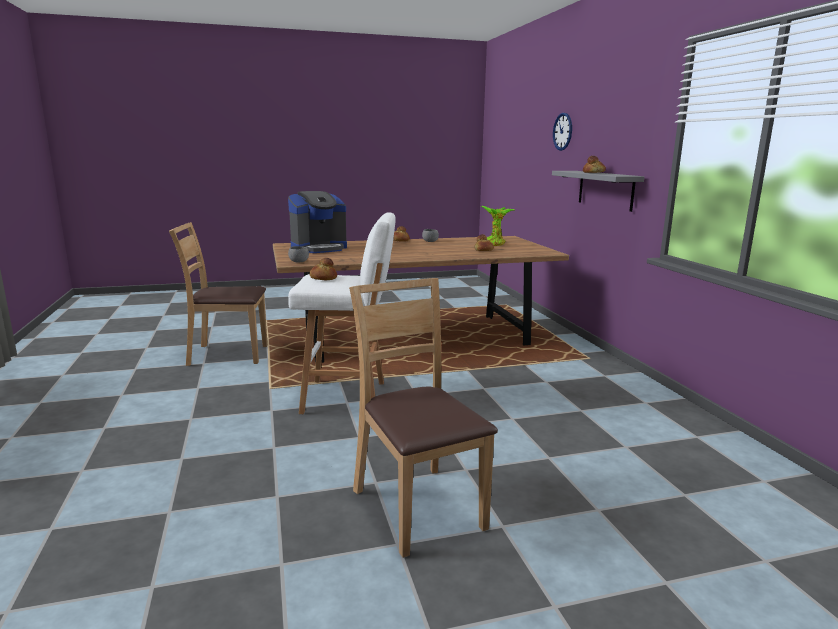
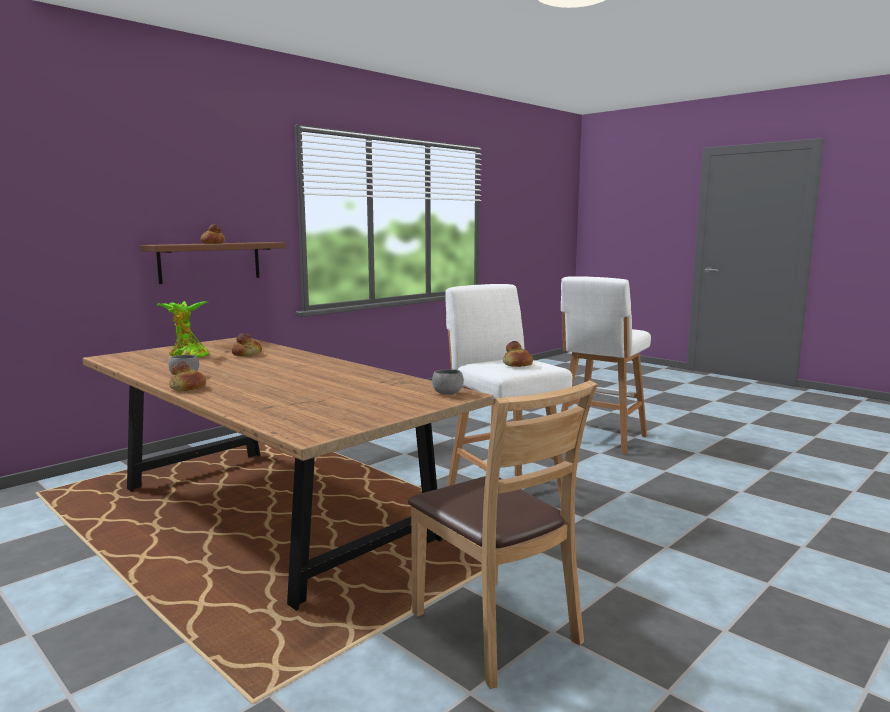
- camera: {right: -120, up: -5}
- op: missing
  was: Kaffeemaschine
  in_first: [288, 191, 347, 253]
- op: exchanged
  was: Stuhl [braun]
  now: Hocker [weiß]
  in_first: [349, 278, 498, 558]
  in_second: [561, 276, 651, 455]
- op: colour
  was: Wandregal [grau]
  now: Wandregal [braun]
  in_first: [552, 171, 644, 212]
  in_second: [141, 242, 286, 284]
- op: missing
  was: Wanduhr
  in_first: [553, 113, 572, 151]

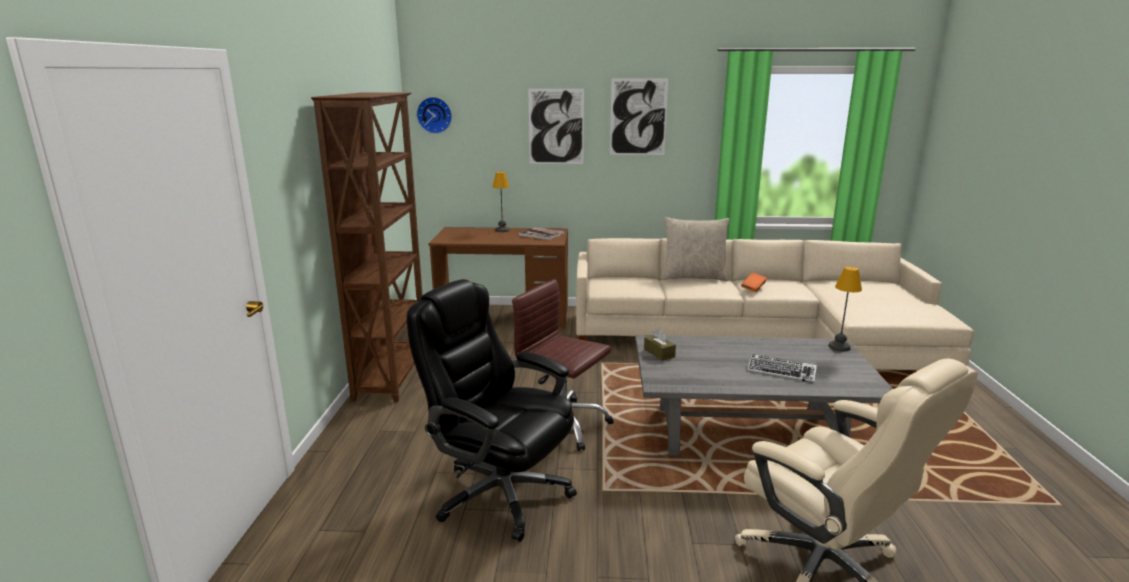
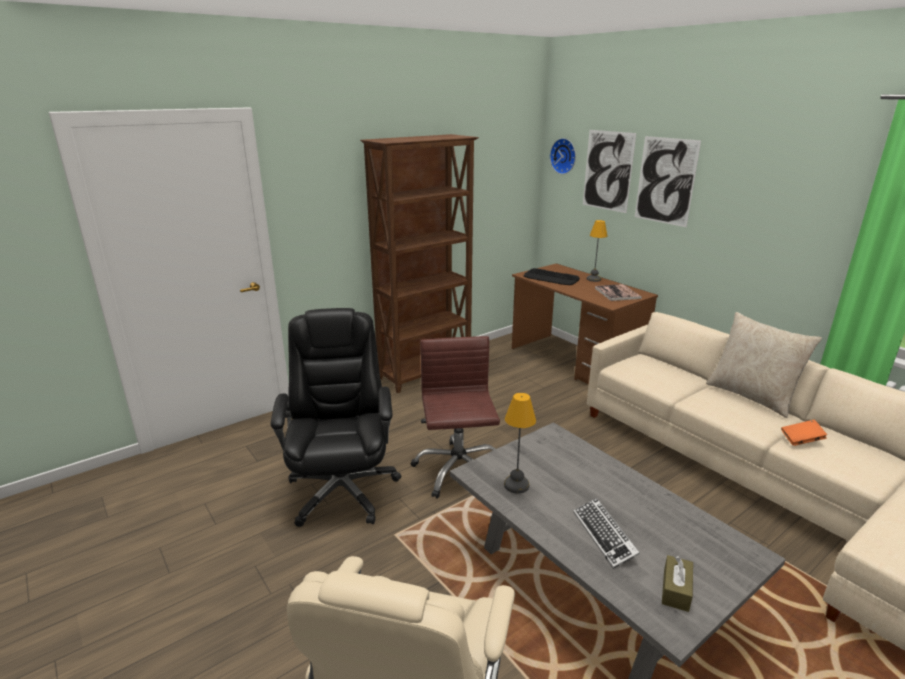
- camera: {right: 50, up: 5}
- op: relocated
  was: Bild
  in_first: [610, 79, 668, 155]
  in_second: [583, 130, 636, 213]
- op: relocated
  was: Taschentuchbox [braun]
  in_first: [644, 329, 676, 361]
  in_second: [662, 555, 693, 612]
- op: relocated
  was: Tischlampe
  in_first: [828, 267, 862, 352]
  in_second: [504, 393, 536, 494]
- op: appeared
  now: Tastatur
  in_second: [524, 268, 580, 285]

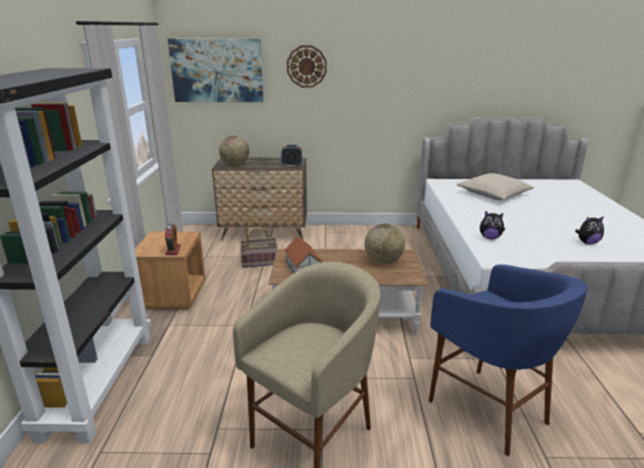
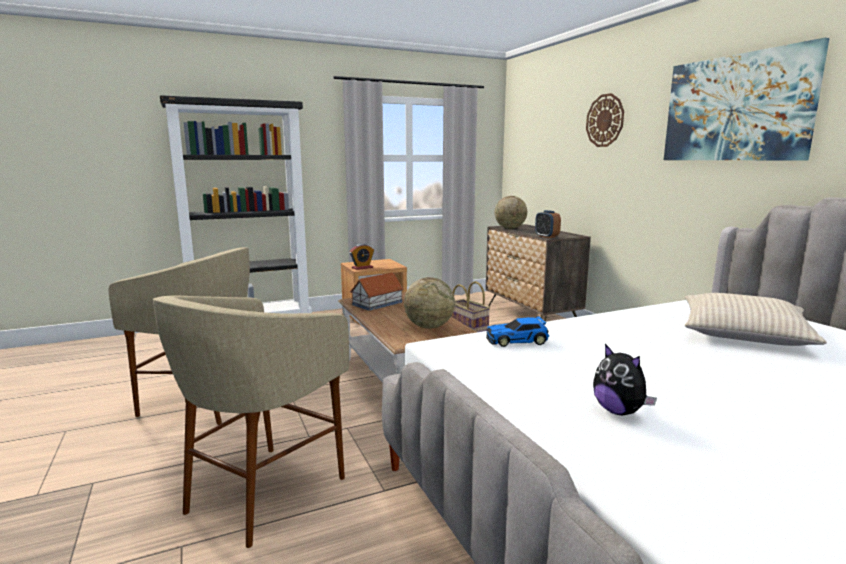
- camera: {right: 65, up: -10}
- op: relocated
  was: Bild
  in_first: [168, 39, 264, 102]
  in_second: [664, 38, 829, 161]
- op: colour
  was: Hocker [blau]
  now: Hocker [beige]
  in_first: [429, 264, 588, 456]
  in_second: [153, 295, 349, 548]
- op: exchanged
  was: Plüschtier
  now: Spielzeugauto
  in_first: [480, 211, 505, 239]
  in_second: [486, 316, 549, 347]

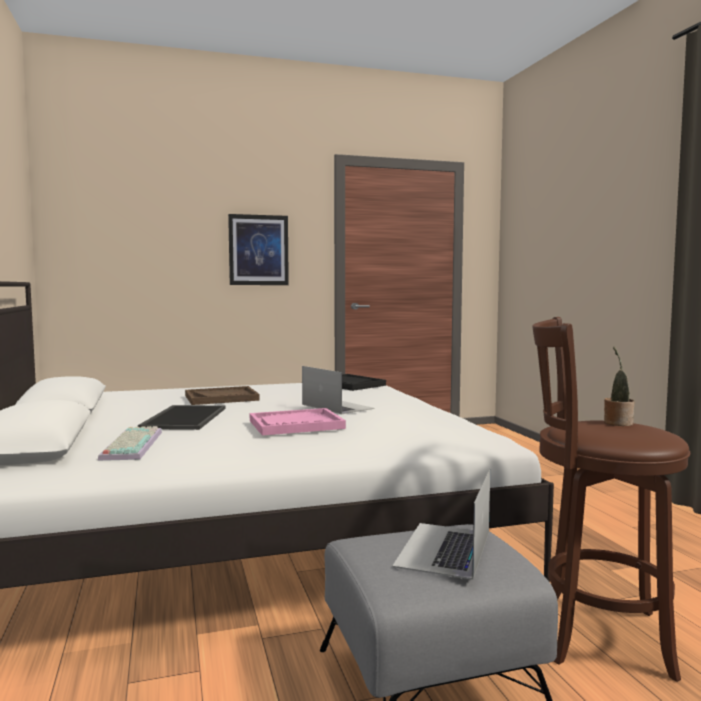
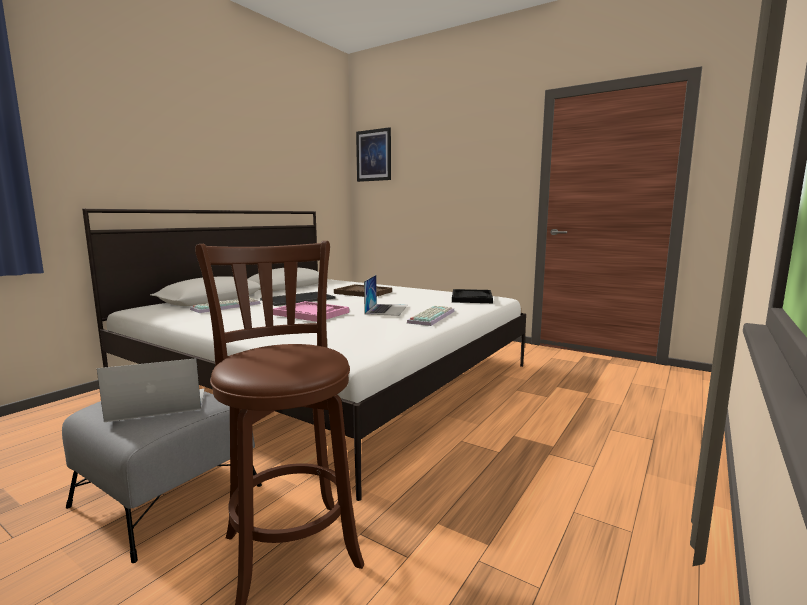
- camera: {right: 50, up: 5}
- op: relocated
  was: Bild
  in_first: [228, 214, 289, 285]
  in_second: [356, 127, 391, 182]
- op: missing
  was: Topfpflanze
  in_first: [604, 346, 634, 426]
- op: appeared
  now: Tastatur
  in_second: [407, 306, 455, 326]

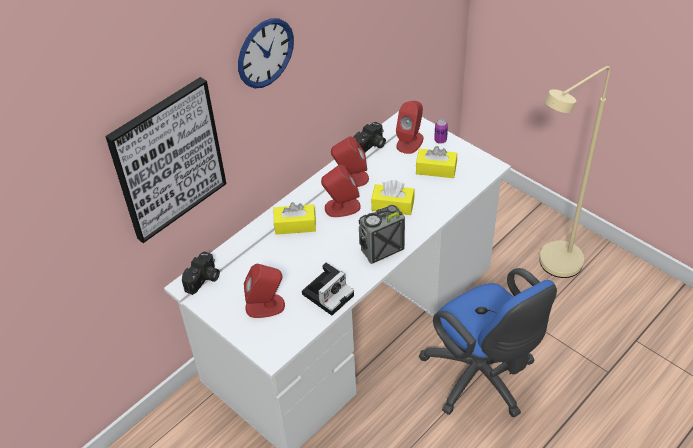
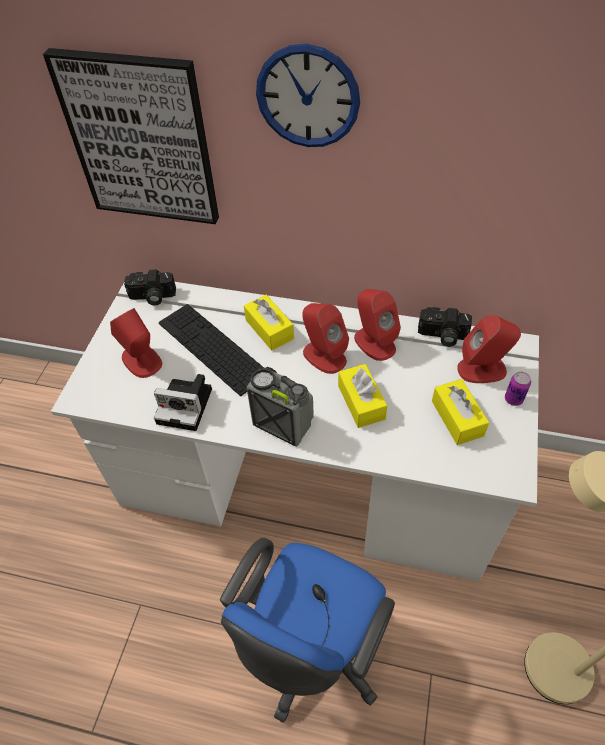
- camera: {right: 60, up: 5}
- op: appeared
  now: Tastatur
  in_second: [159, 304, 263, 396]

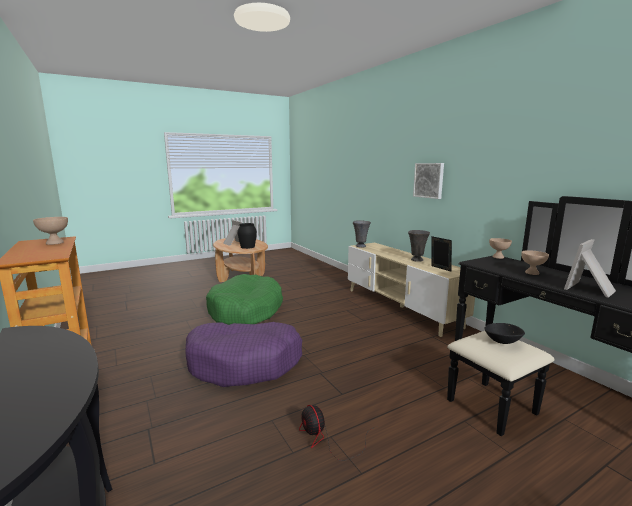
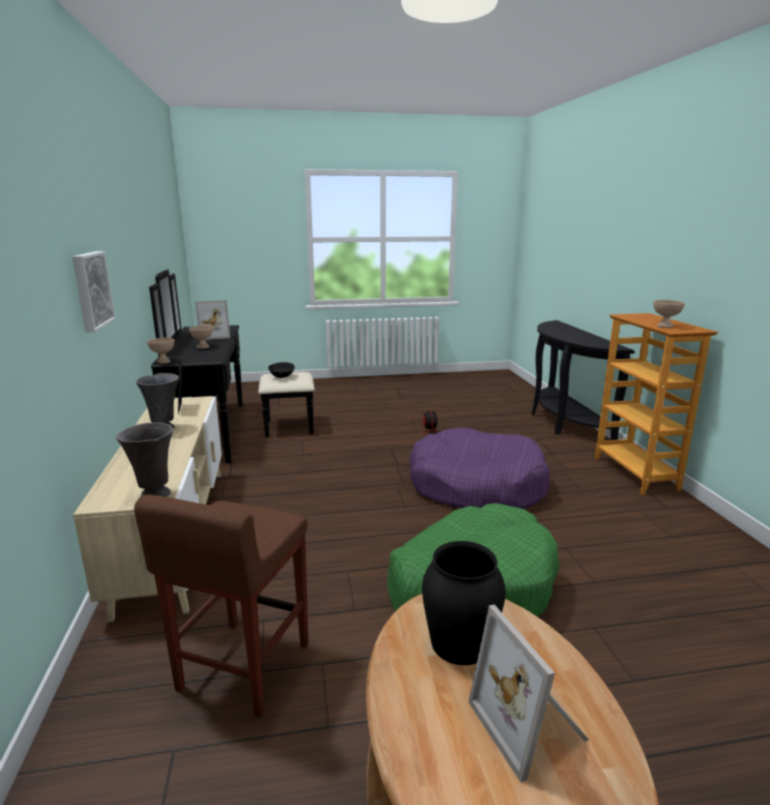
- camera: {right: -160, up: 5}
- op: appeared
  now: Hocker [braun]
  in_second: [134, 495, 309, 718]

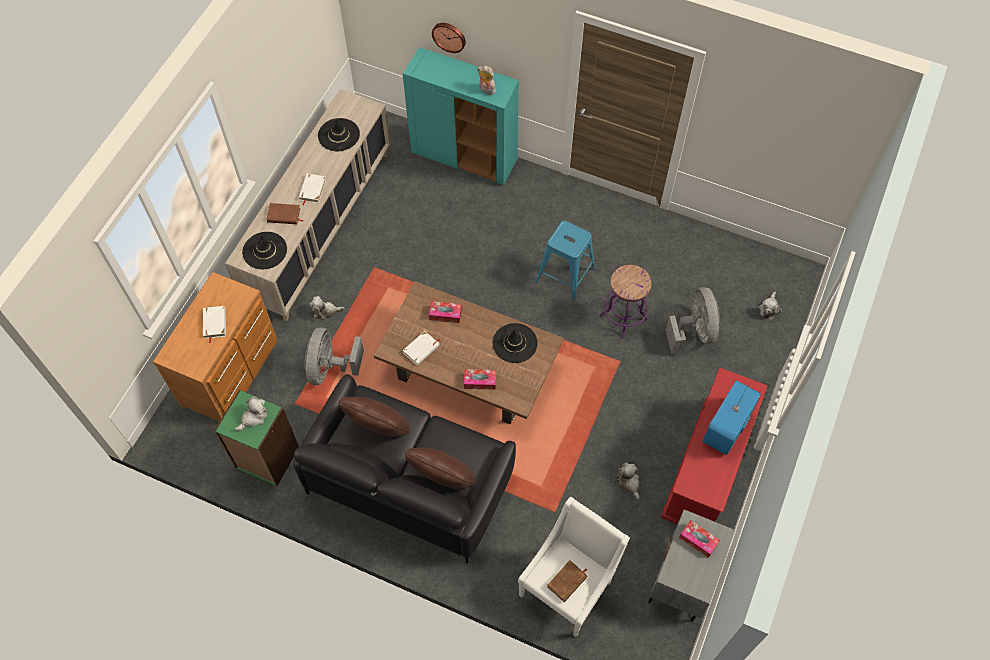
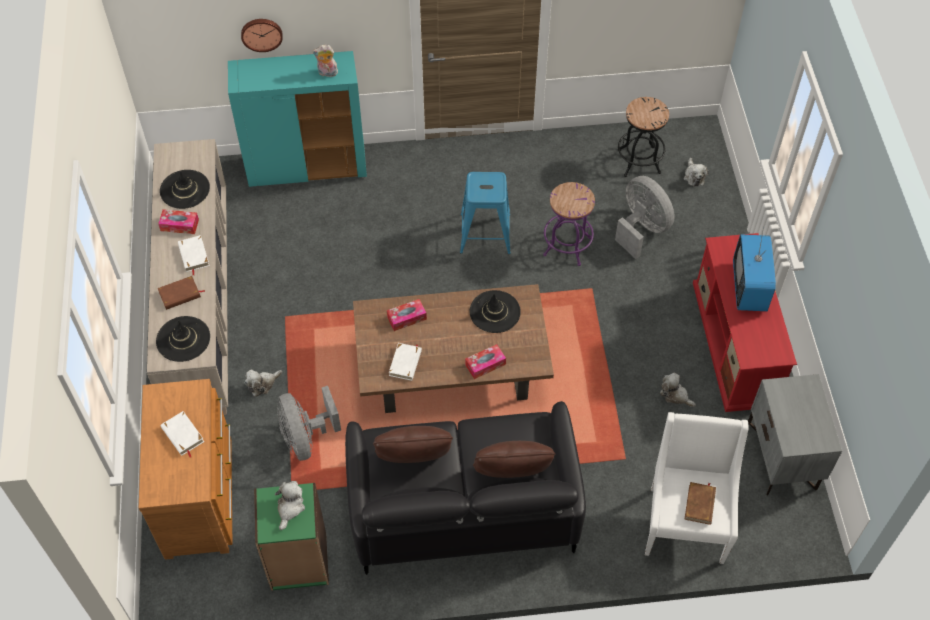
- camera: {right: -30, up: -5}
- op: relocated
  was: Taschentuchbox
  in_first: [679, 520, 720, 558]
  in_second: [158, 209, 199, 234]
- op: appeared
  now: Hocker [schwarz]
  in_second: [618, 97, 669, 177]

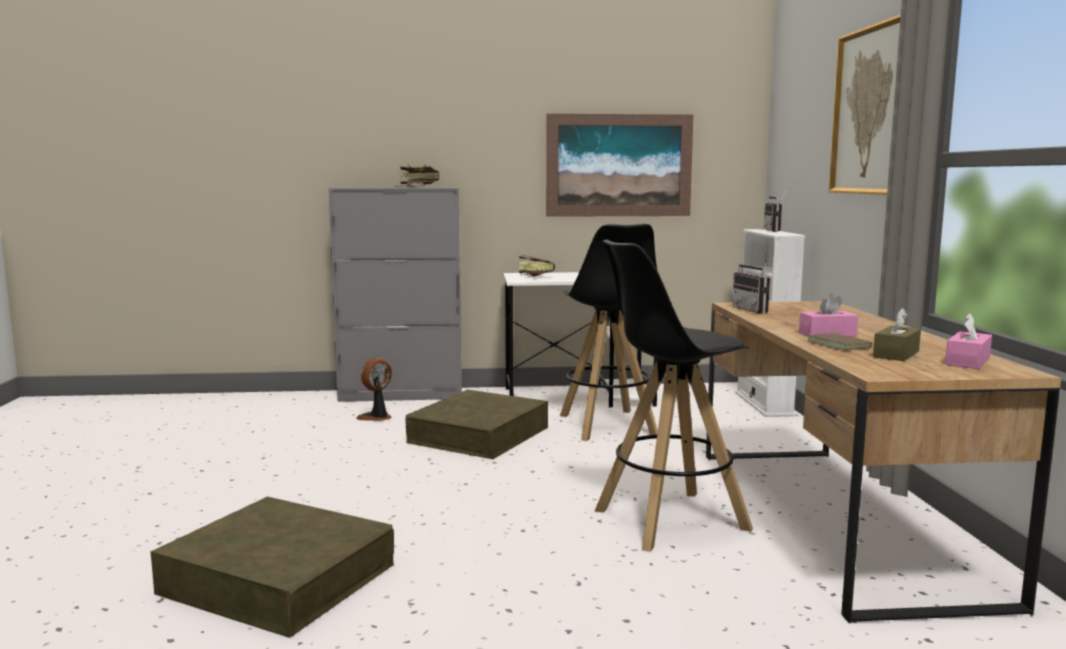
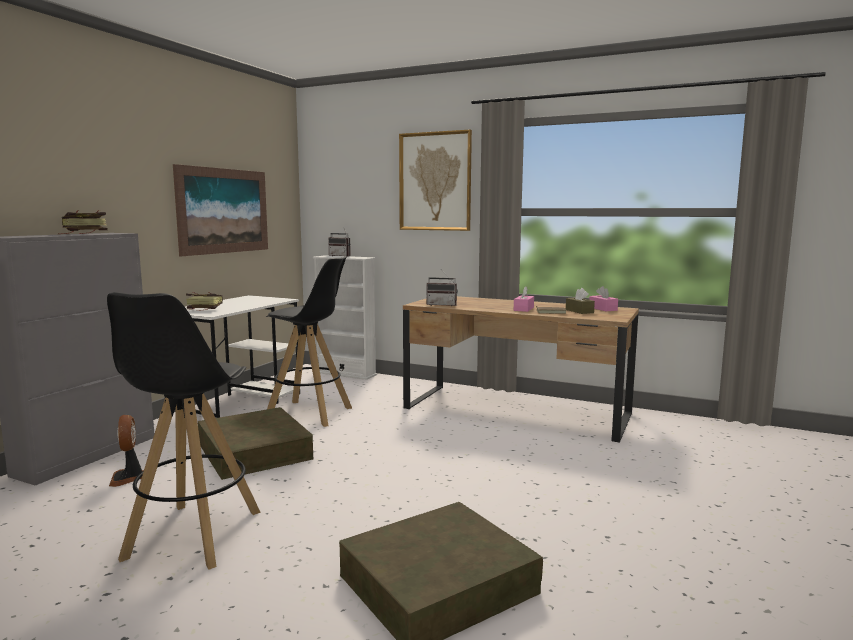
- camera: {right: -60, up: 0}
- op: relocated
  was: Hocker [schwarz]
  in_first: [595, 239, 753, 552]
  in_second: [107, 292, 261, 570]

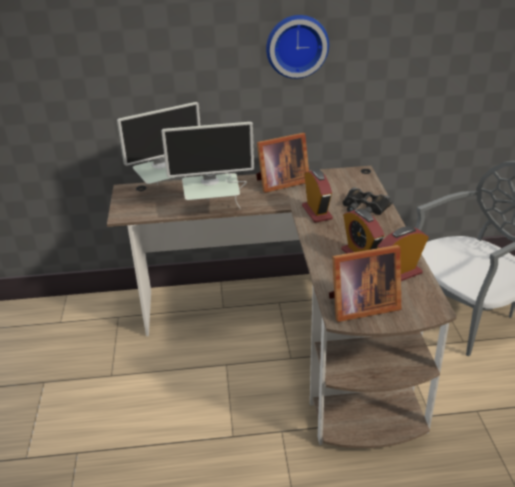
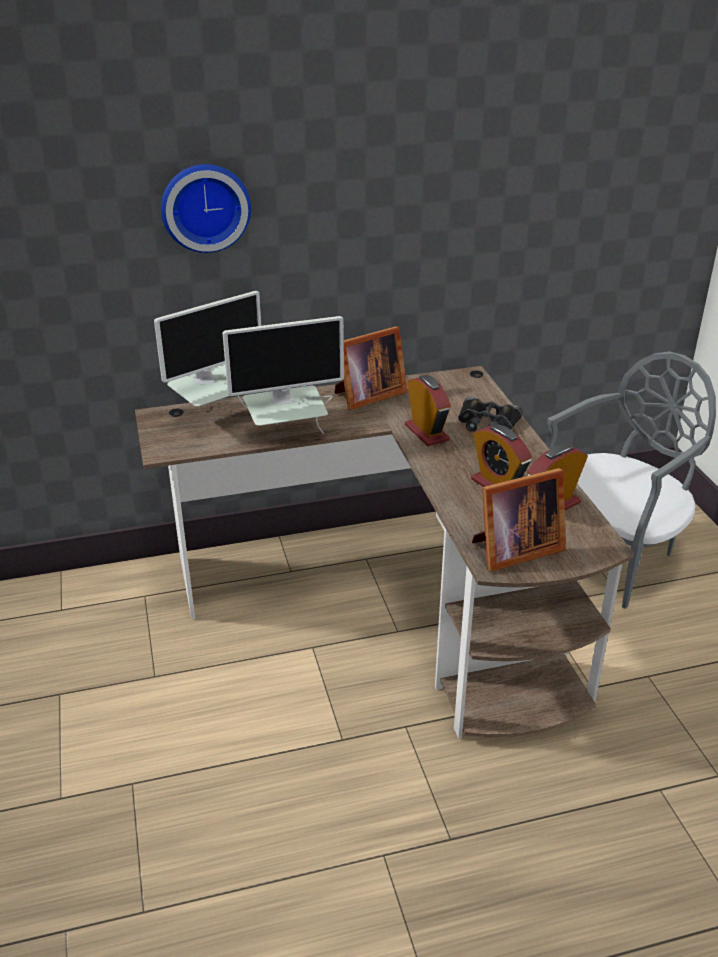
- camera: {right: -10, up: 0}
- op: relocated
  was: Wanduhr
  in_first: [266, 15, 329, 79]
  in_second: [161, 164, 251, 253]

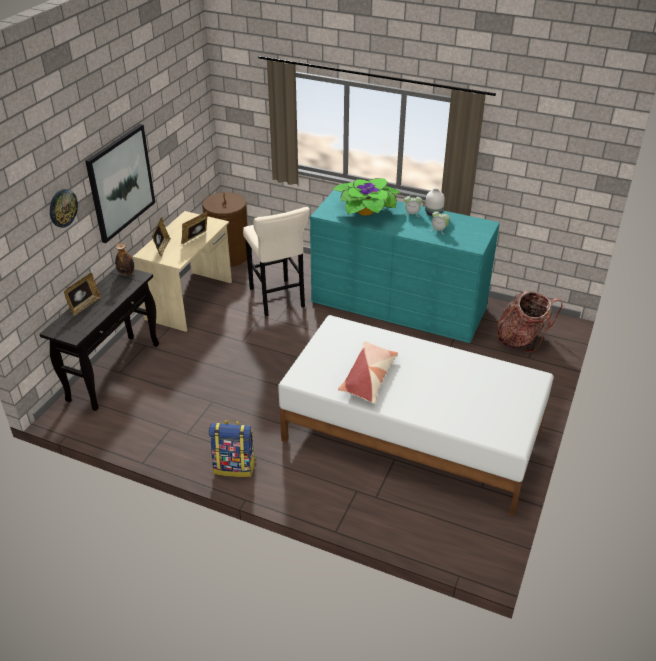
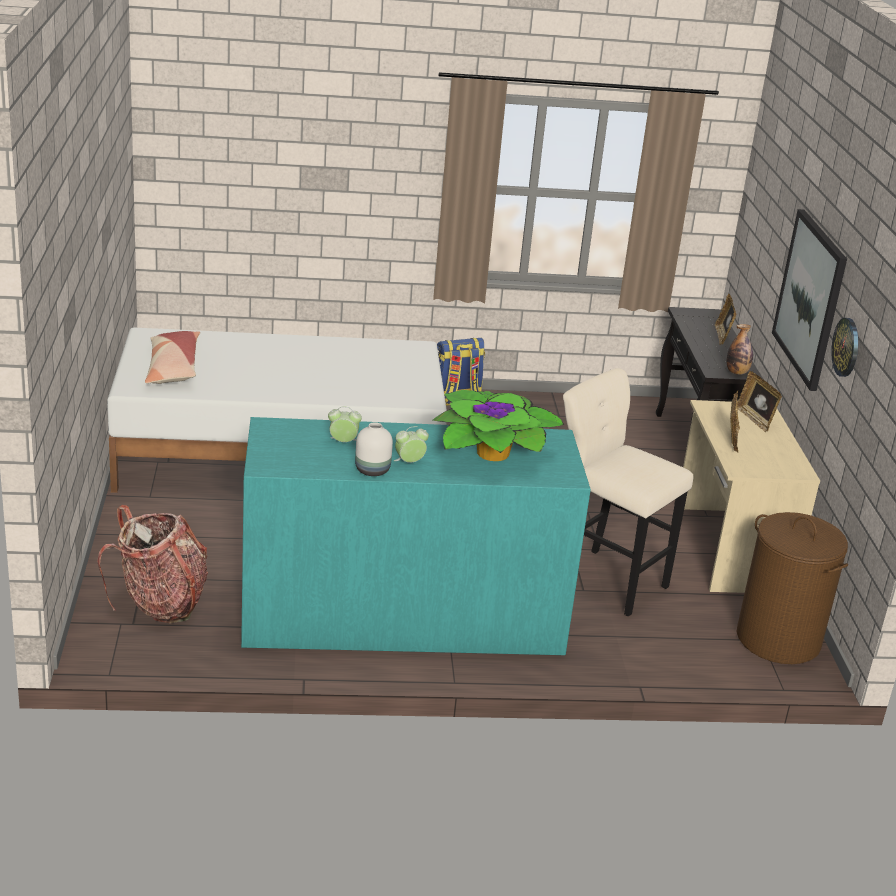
- camera: {right: 150, up: -10}
- op: relocated
  was: Wanduhr
  in_first: [50, 189, 78, 228]
  in_second: [831, 318, 858, 377]
- op: relocated
  was: Kissen
  in_first: [338, 341, 398, 404]
  in_second: [145, 331, 200, 384]

